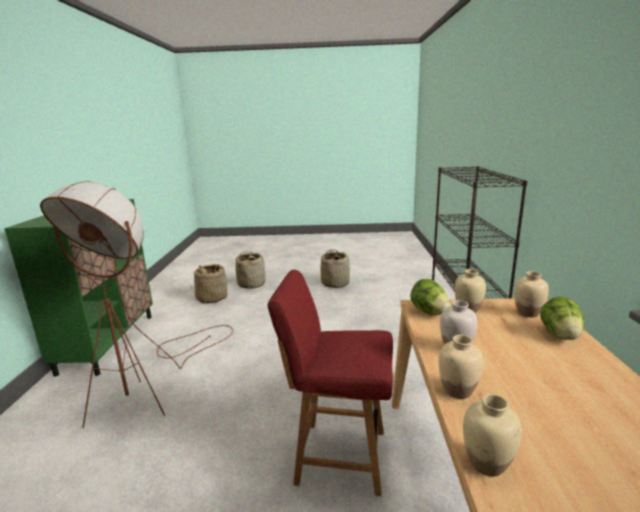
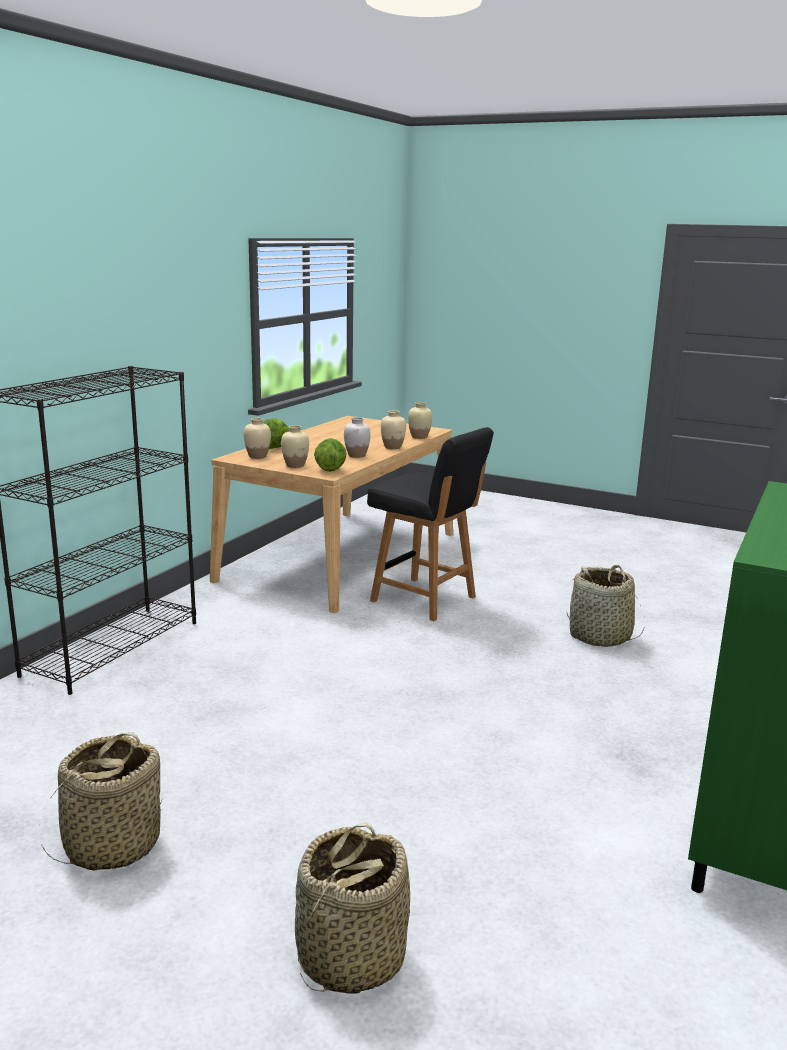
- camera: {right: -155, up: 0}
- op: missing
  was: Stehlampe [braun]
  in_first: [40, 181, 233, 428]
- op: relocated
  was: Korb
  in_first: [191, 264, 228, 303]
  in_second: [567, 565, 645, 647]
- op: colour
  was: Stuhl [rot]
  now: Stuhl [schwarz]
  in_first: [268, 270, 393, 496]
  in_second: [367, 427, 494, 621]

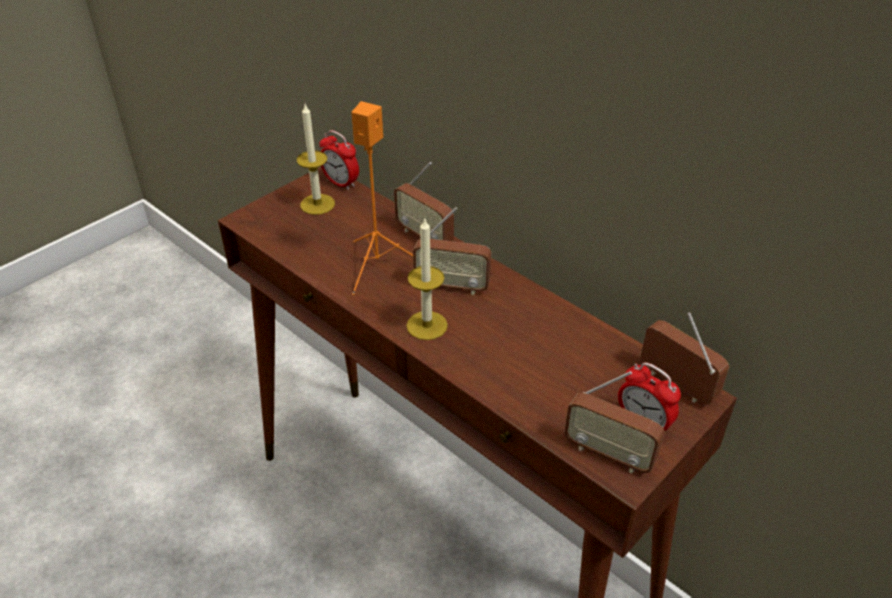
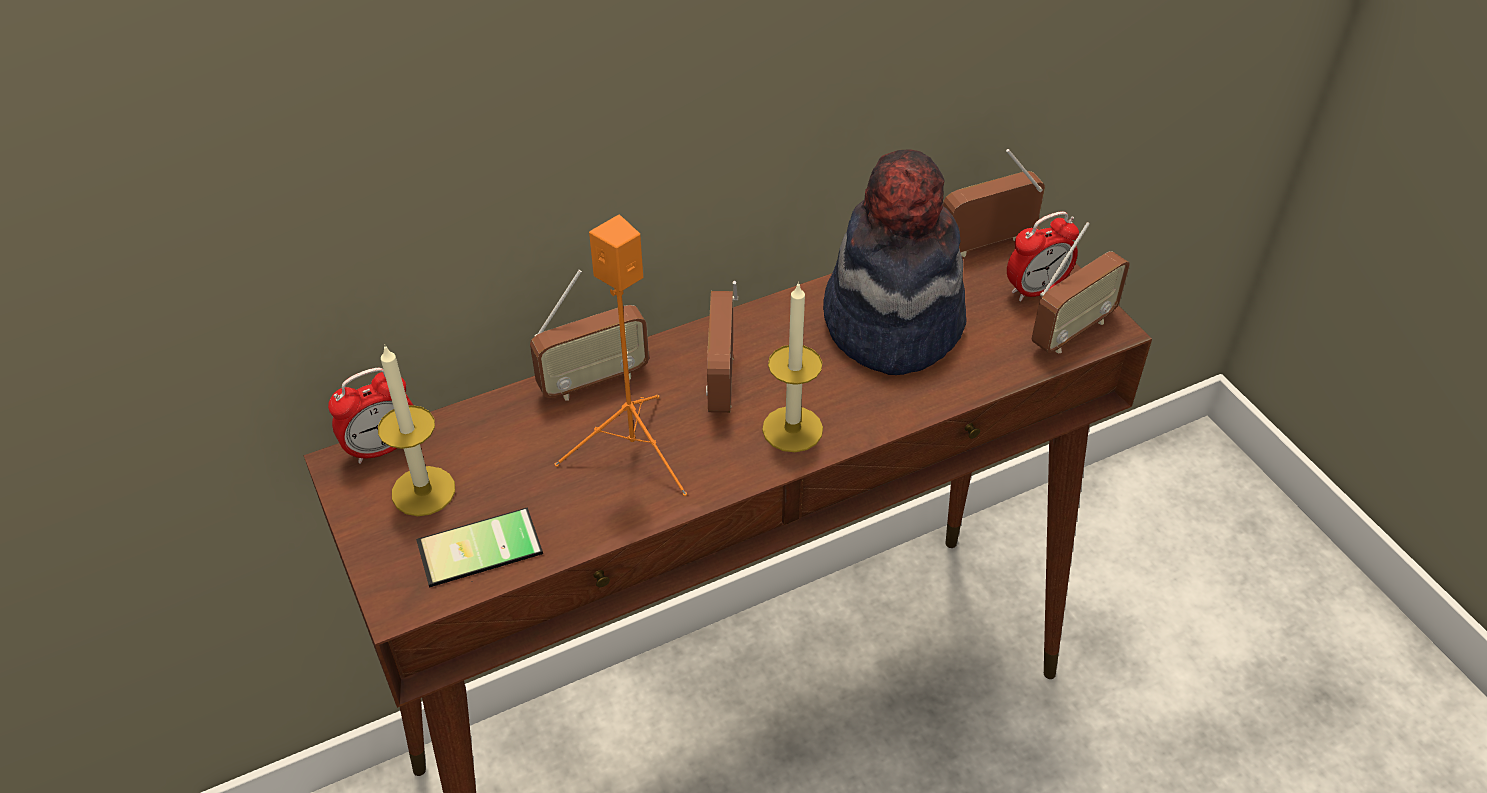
- camera: {right: -70, up: 5}
- op: spun
  was: Radio
  in_first: [413, 207, 491, 295]
  in_second: [706, 281, 738, 413]
  clockwise: 150
- op: appeared
  now: Handy
  in_second: [416, 507, 543, 588]
- op: appeared
  now: Hut
  in_second: [823, 149, 967, 375]

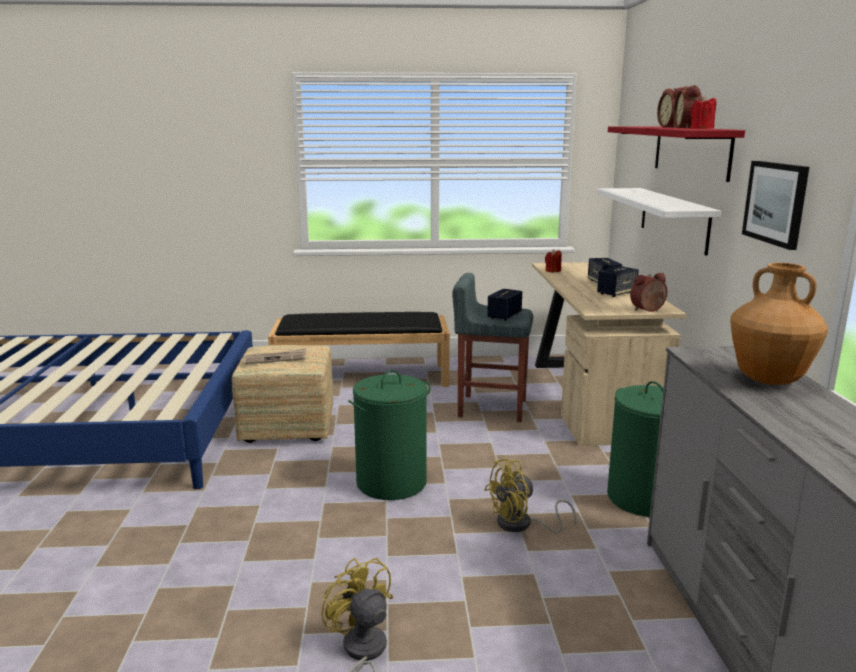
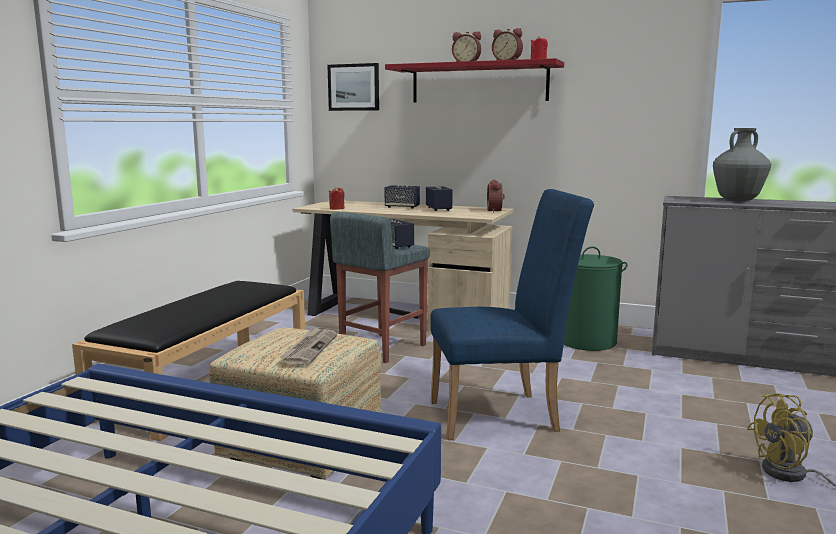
- camera: {right: -65, up: -5}
- op: exchanged
  was: Wäschekorb [grün]
  now: Stuhl [blau]
  in_first: [348, 370, 431, 500]
  in_second: [431, 189, 594, 440]
- op: missing
  was: Ventilator [gelb]
  in_first: [484, 459, 577, 533]
- op: missing
  was: Wandregal [weiß]
  in_first: [597, 188, 721, 256]
- op: colour
  was: Vase [braun]
  now: Vase [grau]
  in_first: [730, 263, 828, 385]
  in_second: [713, 128, 771, 202]
- op: relocated
  was: Bild
  in_first: [742, 161, 809, 250]
  in_second: [327, 63, 379, 111]

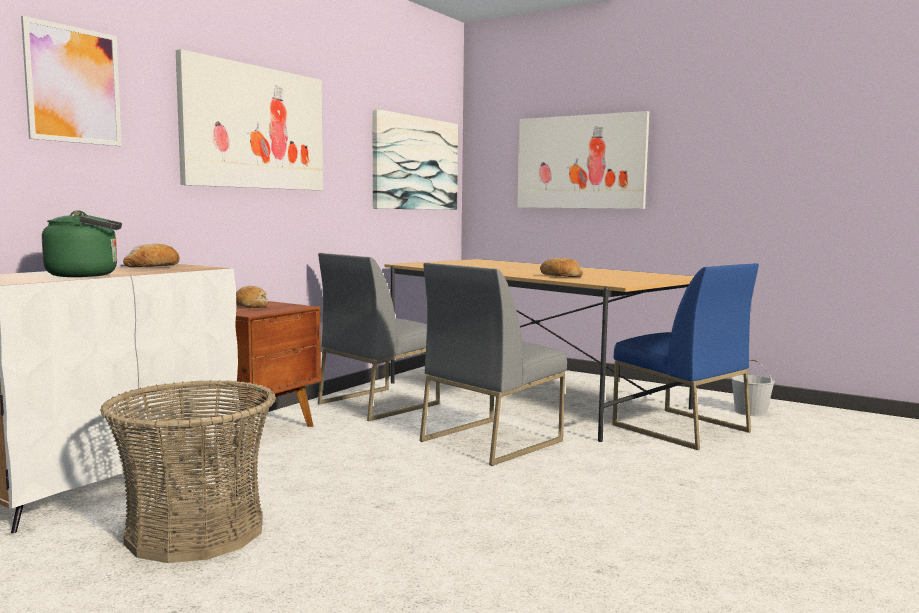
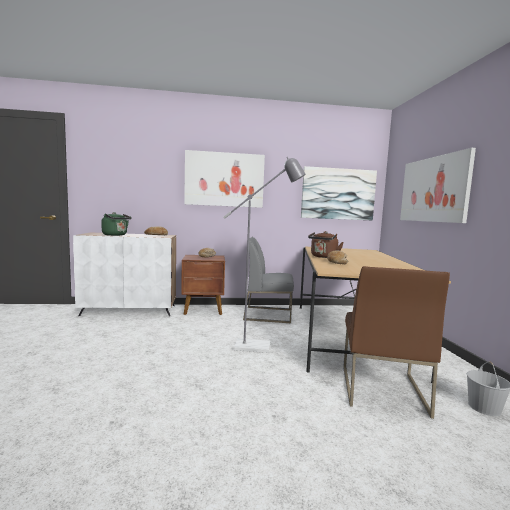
- camera: {right: 50, up: 0}
- op: missing
  was: Bild
  in_first: [21, 16, 122, 146]
- op: missing
  was: Korb
  in_first: [100, 380, 276, 563]
- op: exchanged
  was: Stuhl [grau]
  now: Stehlampe [grau]
  in_first: [420, 263, 567, 466]
  in_second: [224, 157, 306, 353]
- op: colour
  was: Stuhl [blau]
  now: Stuhl [braun]
  in_first: [612, 263, 759, 450]
  in_second: [343, 266, 450, 419]
- op: appeared
  now: Wasserkessel [braun]
  in_second: [308, 231, 344, 258]

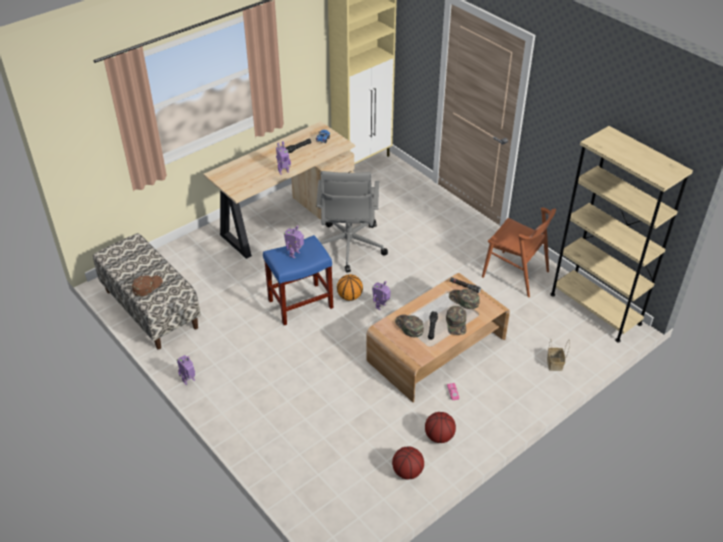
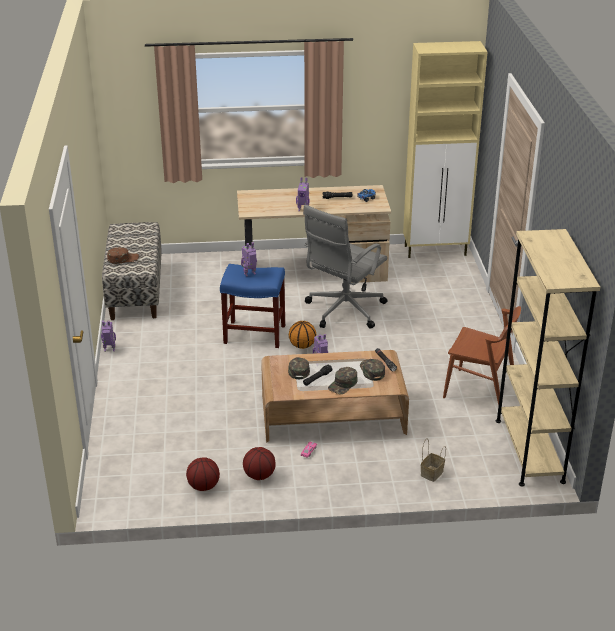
- camera: {right: 35, up: -10}
- op: spun
  was: Stuhl [braun]
  in_first: [482, 207, 556, 297]
  in_second: [443, 306, 521, 406]
  clockwise: -45

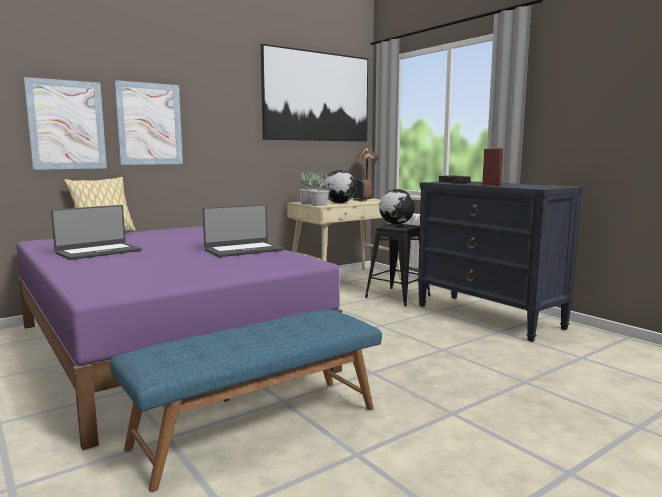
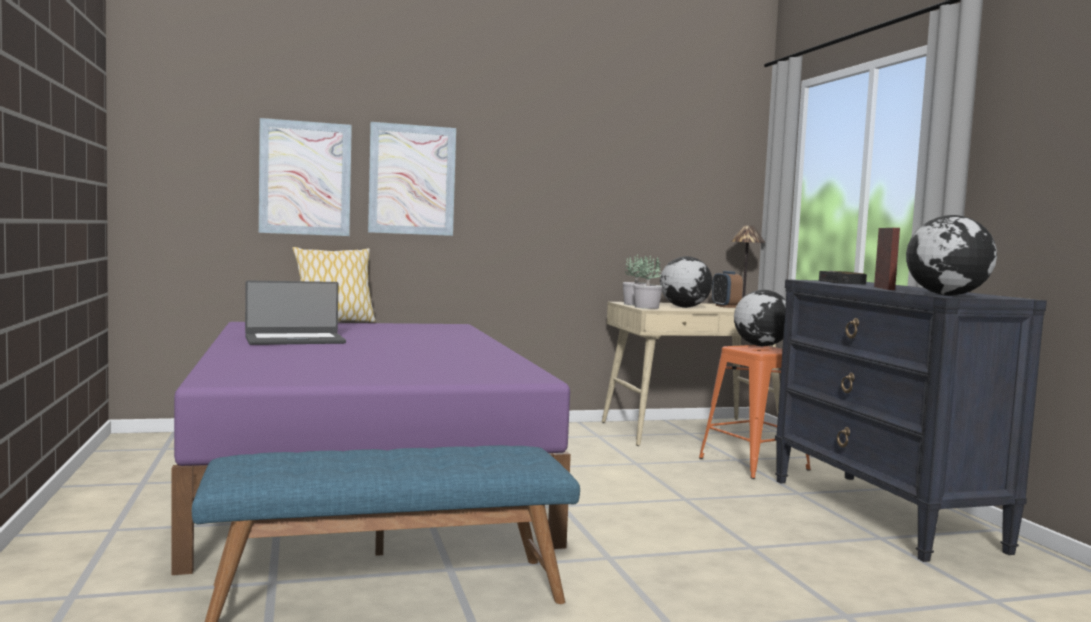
- camera: {right: 20, up: -5}
- op: missing
  was: Laptop
  in_first: [203, 204, 284, 257]
- op: missing
  was: Bild
  in_first: [261, 44, 368, 142]
- op: colour
  was: Hocker [schwarz]
  now: Hocker [orange]
  in_first: [365, 224, 431, 306]
  in_second: [699, 345, 811, 479]
- op: appeared
  now: Globus
  in_second: [906, 215, 997, 296]

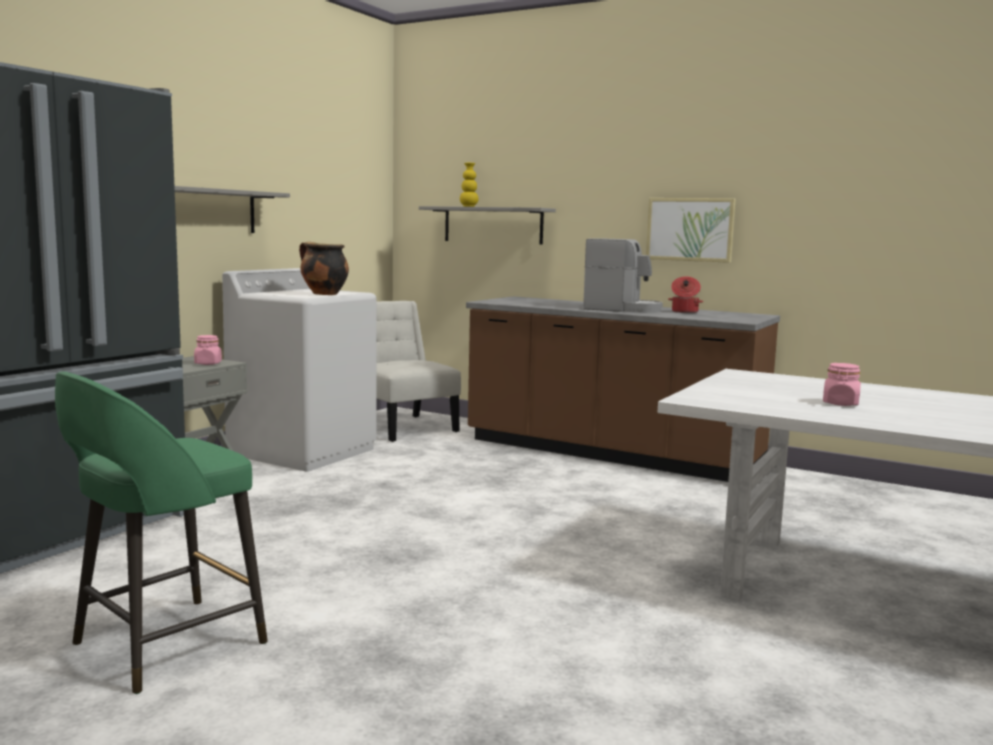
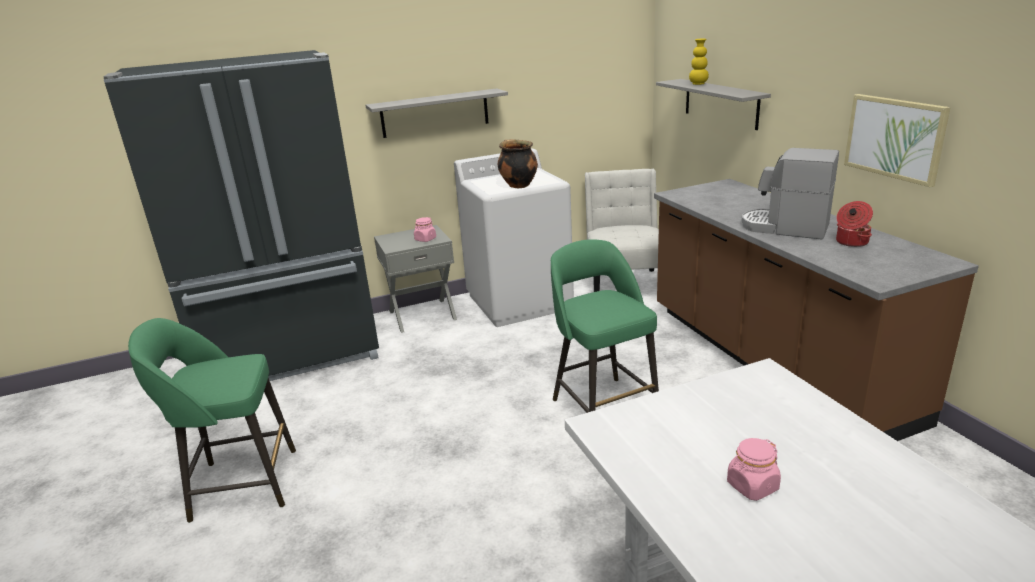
- camera: {right: 40, up: 15}
- op: spun
  was: Kaffeemaschine
  in_first: [583, 238, 663, 313]
  in_second: [742, 148, 839, 239]
  clockwise: 150
- op: appeared
  now: Hocker [grün]
  in_second: [551, 240, 659, 413]

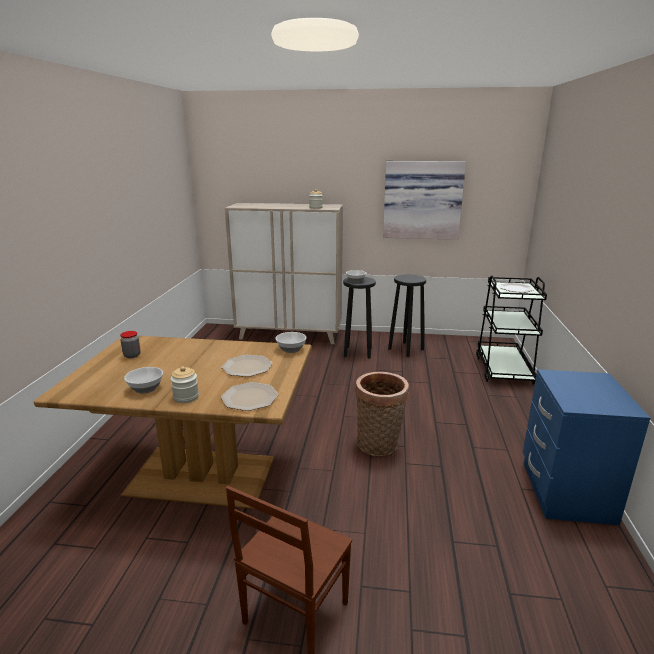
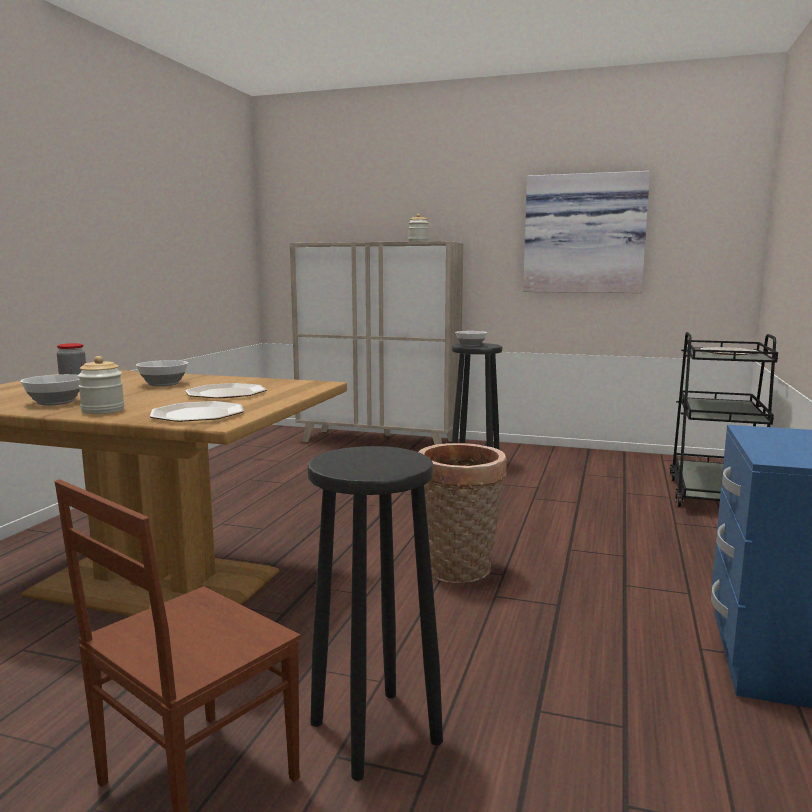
- camera: {right: 10, up: -10}
- op: relocated
  was: Schüssel
  in_first: [275, 332, 306, 353]
  in_second: [136, 360, 188, 386]
- op: relocated
  was: Hocker [schwarz]
  in_first: [388, 274, 426, 357]
  in_second: [308, 446, 443, 781]

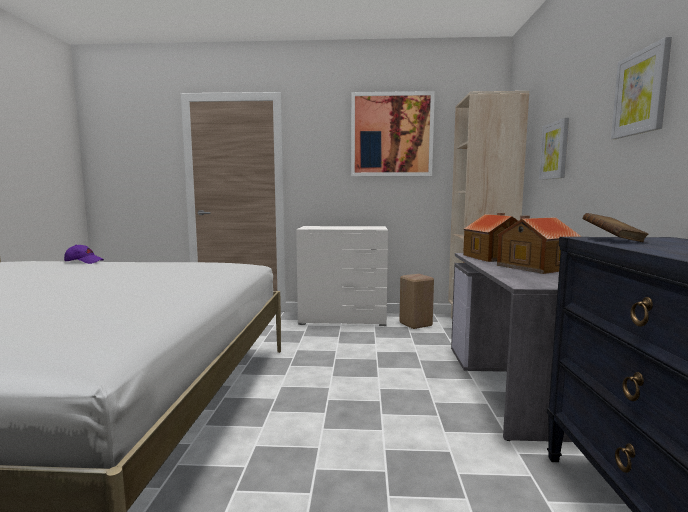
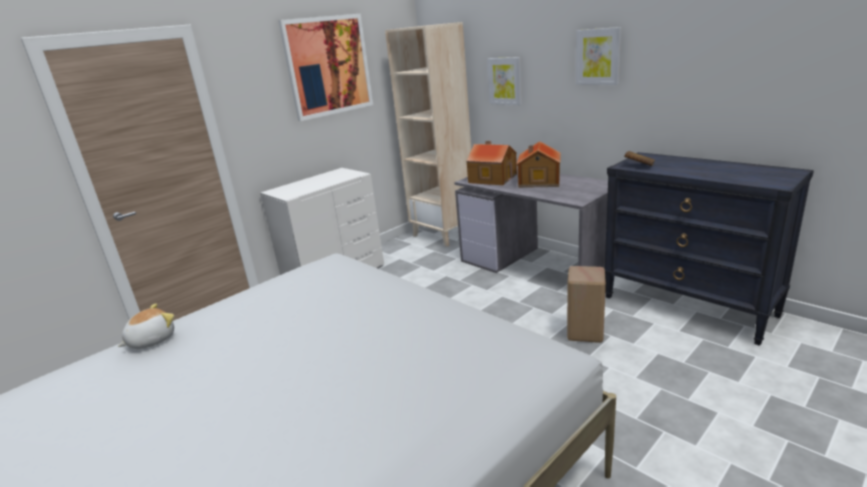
- camera: {right: -45, up: 15}
- op: exchanged
  was: Kappe [lila]
  now: Plüschtier
  in_first: [64, 245, 104, 264]
  in_second: [118, 303, 174, 349]
- op: relocated
  was: Hocker [beige]
  in_first: [399, 274, 434, 329]
  in_second: [567, 266, 606, 343]

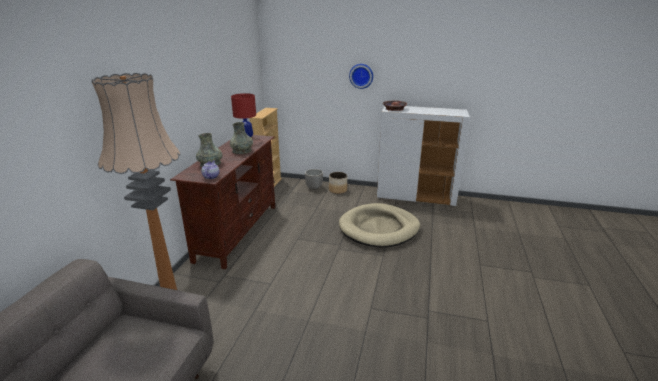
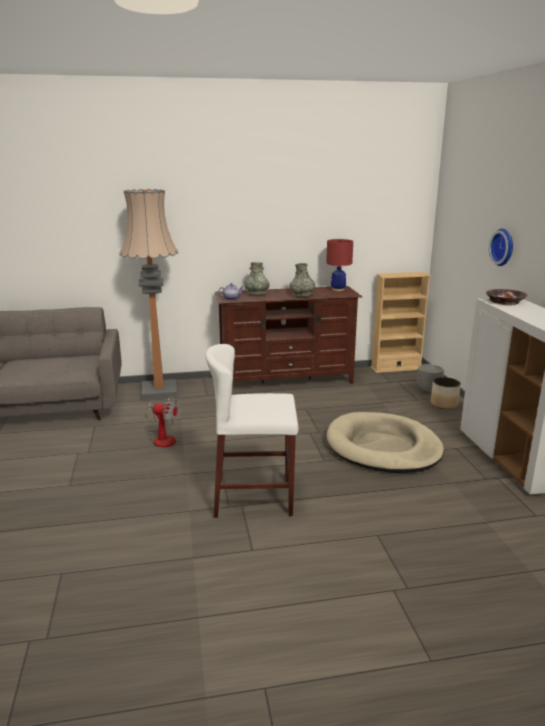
- camera: {right: 65, up: -5}
- op: appeared
  now: Ventilator
  in_second: [148, 397, 179, 447]
- op: appeared
  now: Hocker [weiß]
  in_second: [205, 344, 298, 518]

